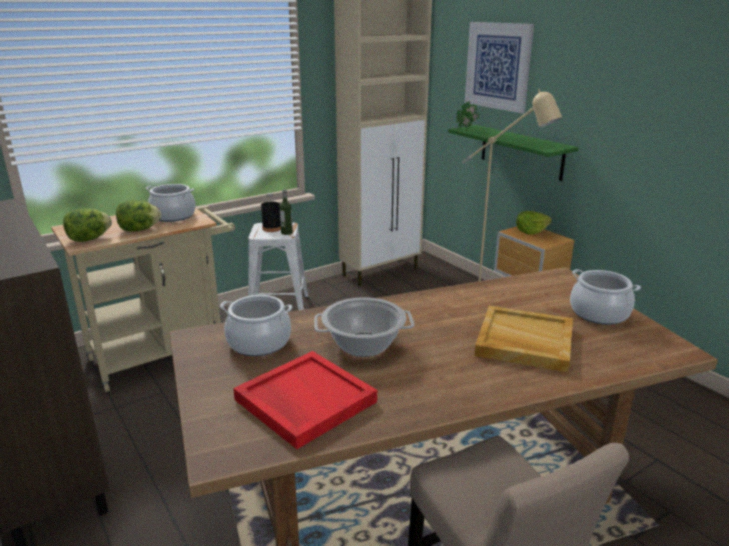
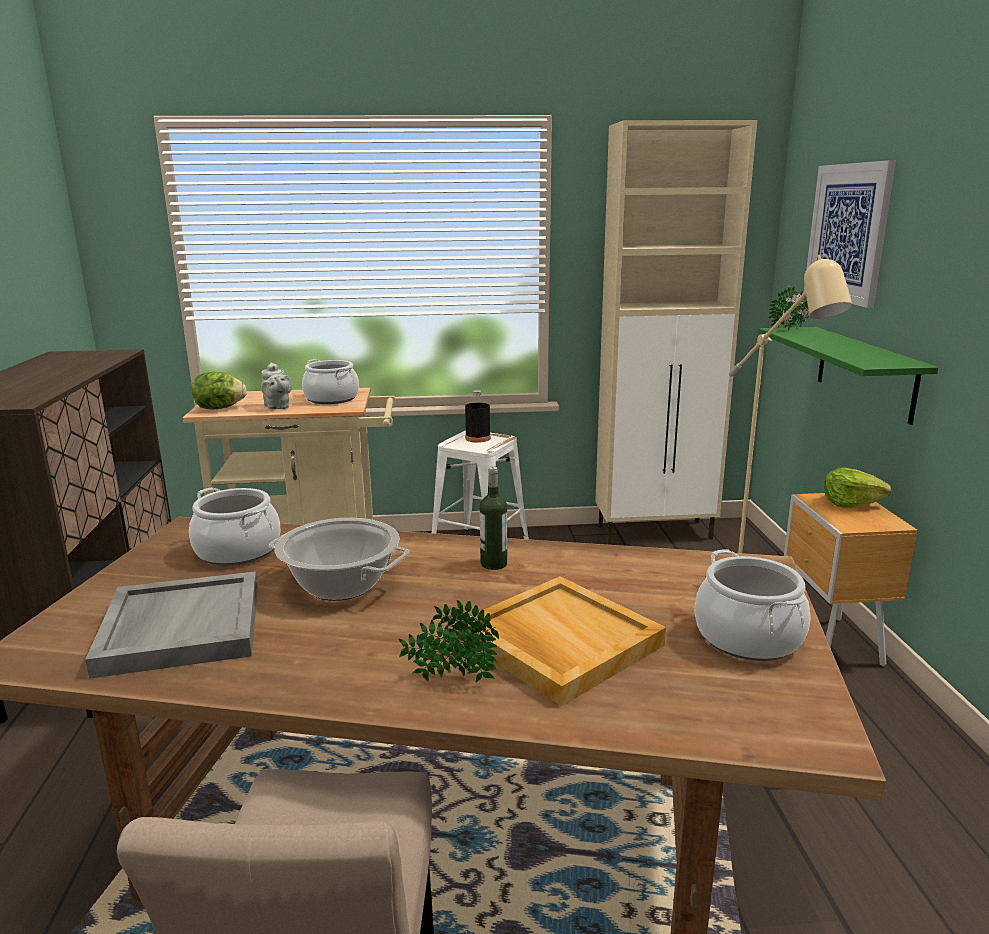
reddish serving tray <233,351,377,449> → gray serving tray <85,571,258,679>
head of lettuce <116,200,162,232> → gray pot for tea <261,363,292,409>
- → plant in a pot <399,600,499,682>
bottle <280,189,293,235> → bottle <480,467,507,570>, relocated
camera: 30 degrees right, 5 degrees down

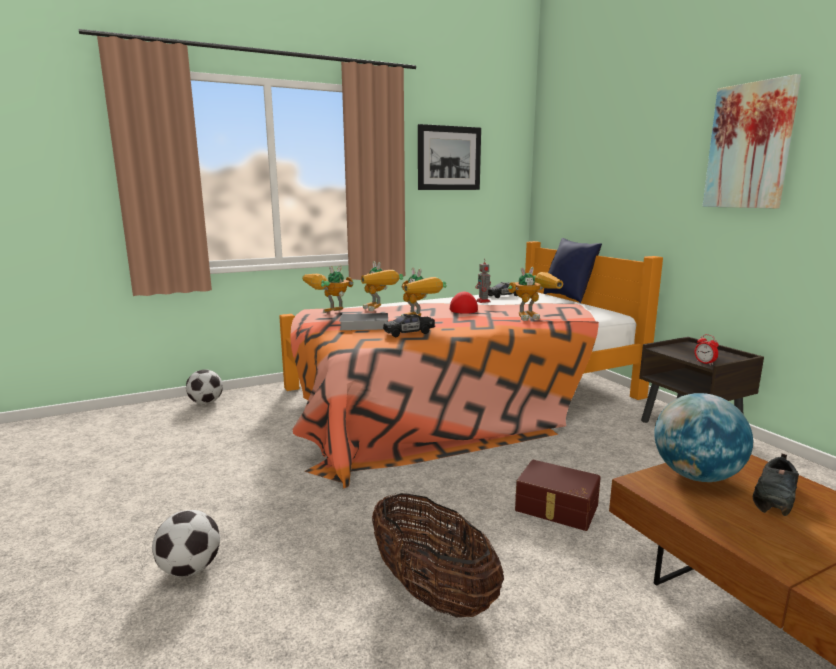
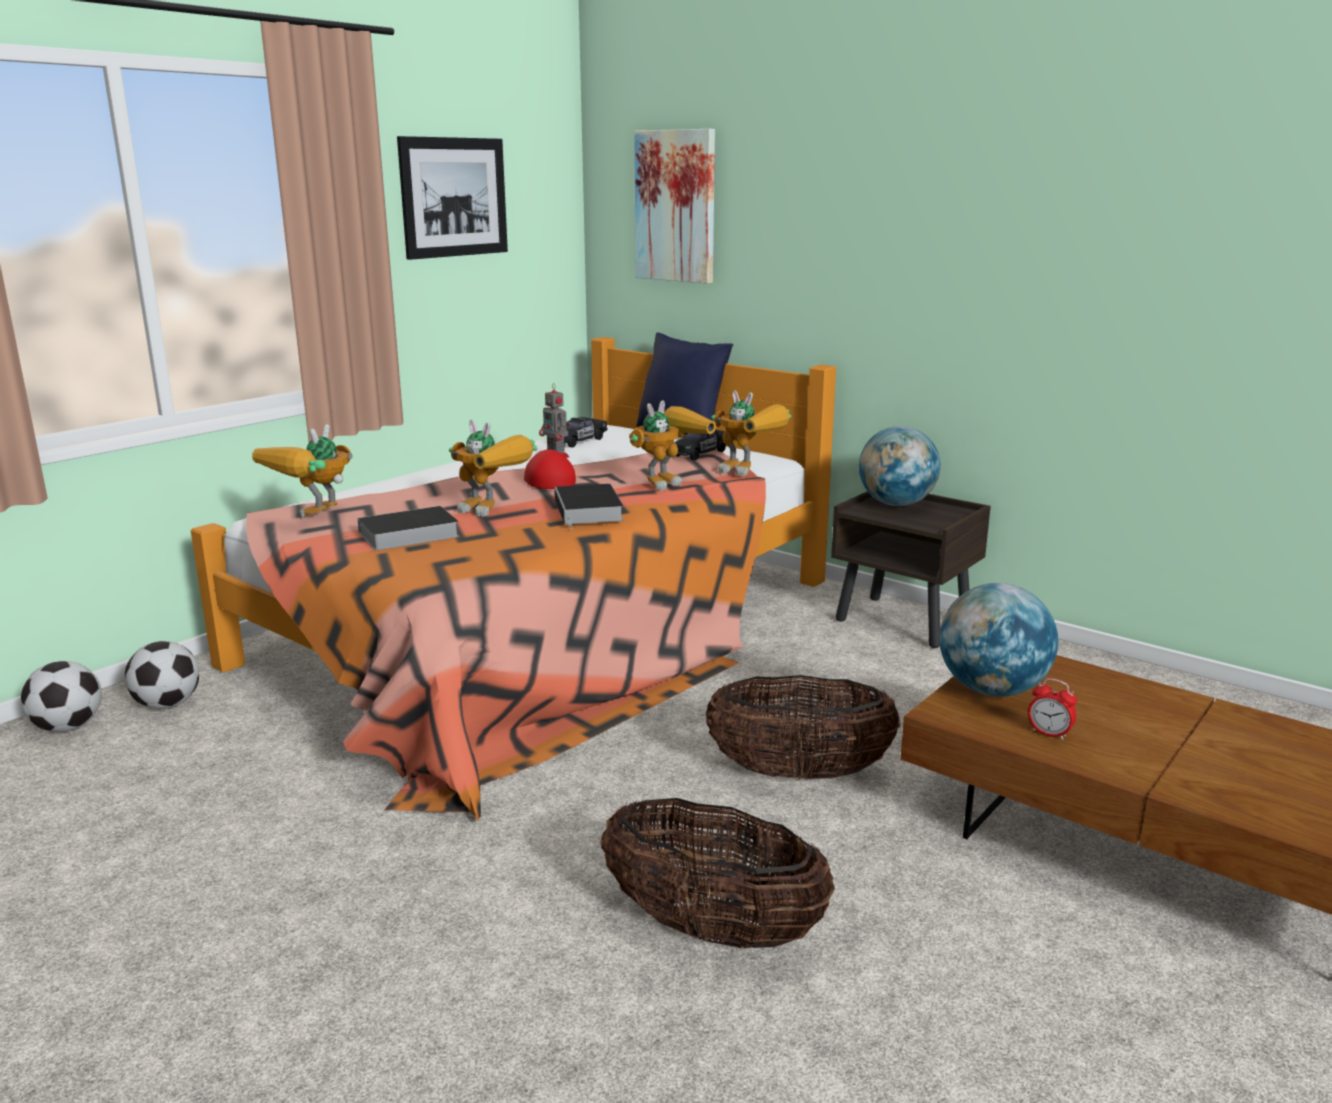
ball for football <152,510,220,577> → ball for football <125,641,199,709>, relocated
- → bound book <555,484,623,529>
picture <703,74,801,209> → picture <634,129,715,284>, relocated
blackish miniature car <383,314,435,337> → blackish miniature car <675,430,726,460>, relocated
brown storage bin <515,460,601,531> → basket <706,675,900,779>
robot figure <361,261,403,311> → robot figure <711,391,791,476>, relocated
- → globe <859,426,941,506>
alarm clock <695,334,719,365> → alarm clock <1028,678,1077,740>, relocated
blackish shoe <753,454,799,516> → -
camera: 25 degrees left, 5 degrees up

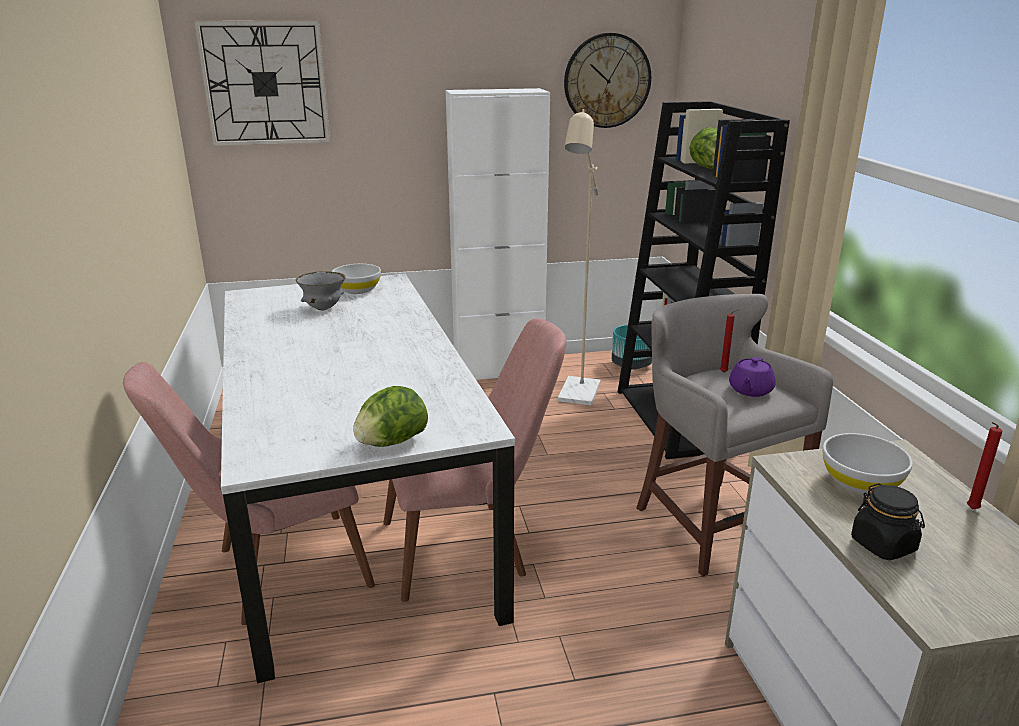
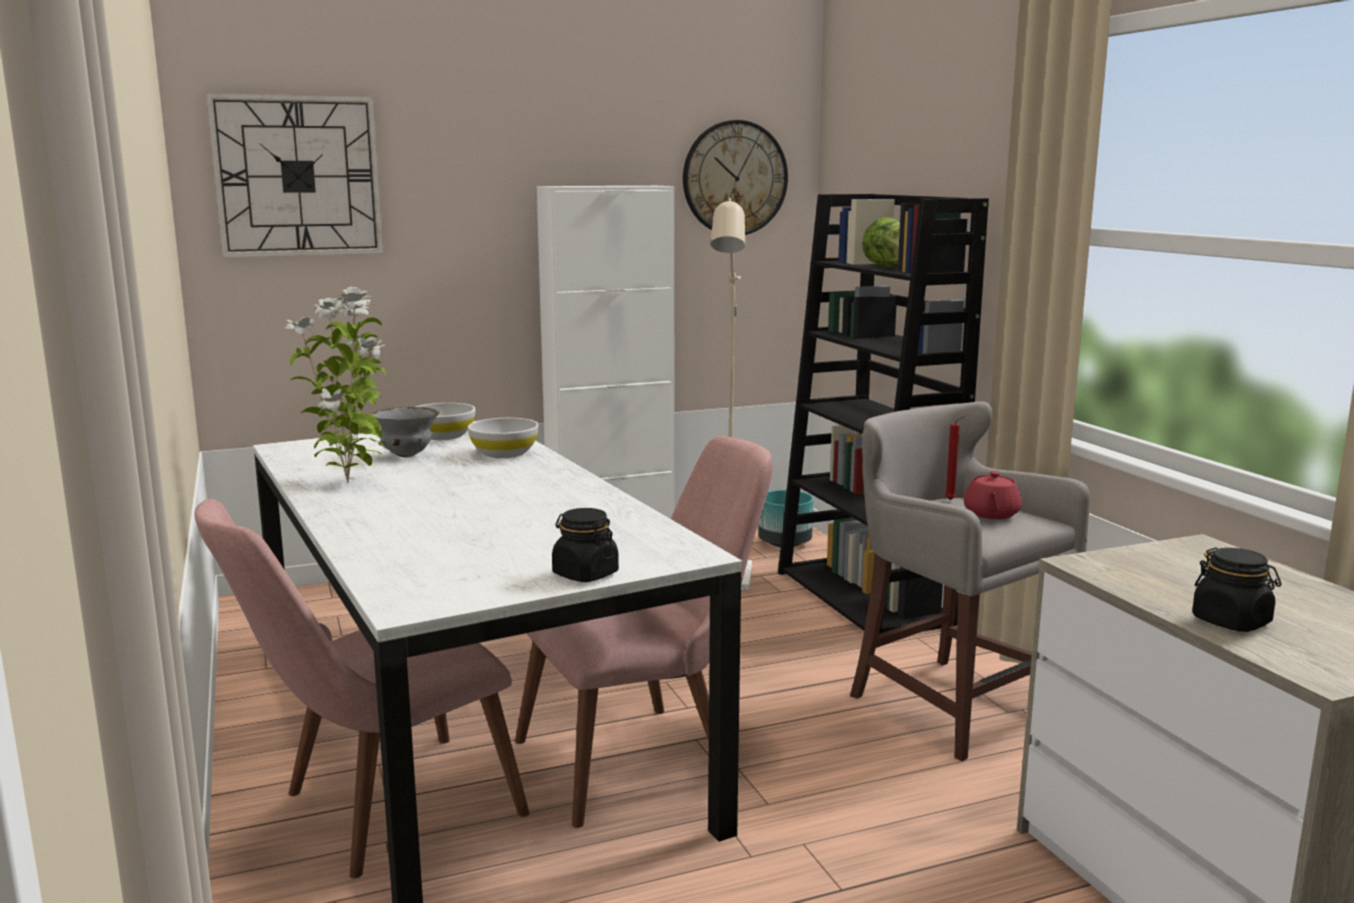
- → plant in a pot <284,287,386,483>
whitish deep dish <823,433,913,495> → whitish deep dish <468,418,539,458>, relocated
head of lettuce <353,386,428,447> → blackish preserve jar <552,508,619,582>
purple pot for tea <729,357,776,397> → reddish pot for tea <964,471,1022,519>
reddish candle <967,422,1002,509> → -
camera: 10 degrees left, 10 degrees down

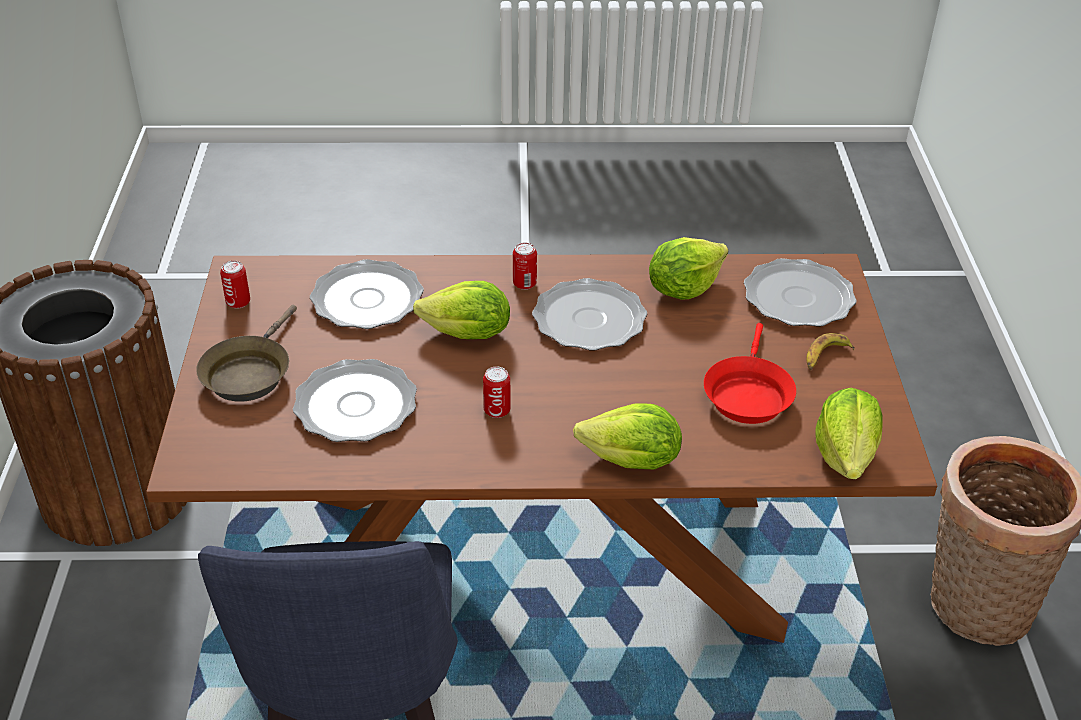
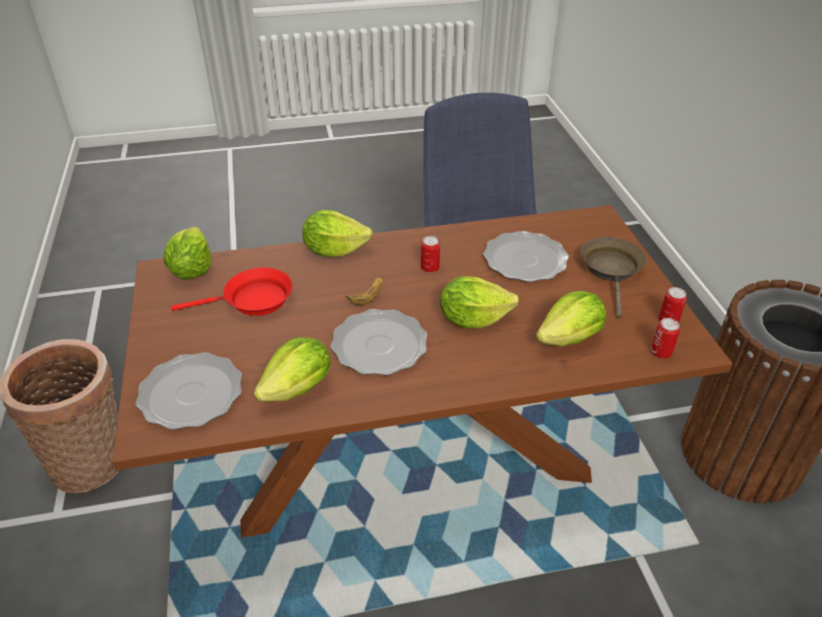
reddish skillet <704,323,796,424> → reddish skillet <171,268,292,316>, 75 degrees clockwise
banana <806,333,855,370> → banana <346,277,383,305>, relocated
flat dish <310,259,424,329> → head of lettuce <536,291,606,346>
sealed can <513,242,537,290> → sealed can <651,318,680,359>, relocated
camera: 170 degrees right, 0 degrees up

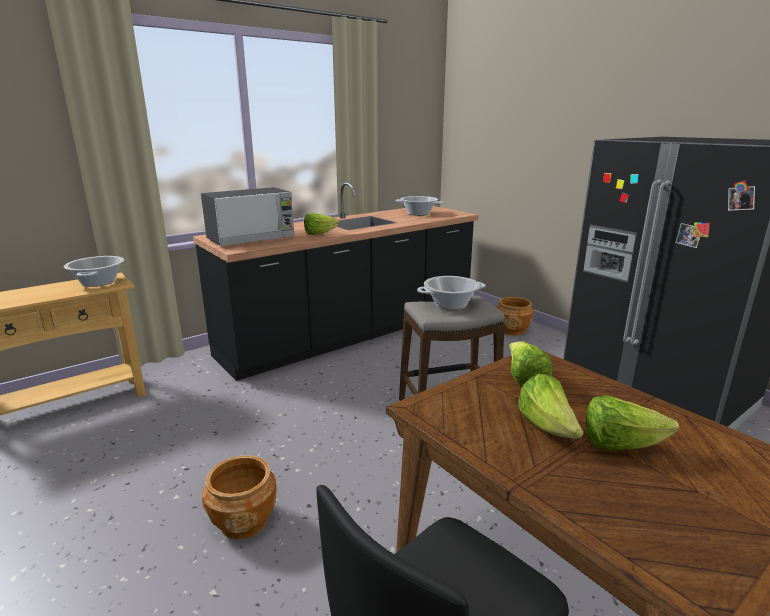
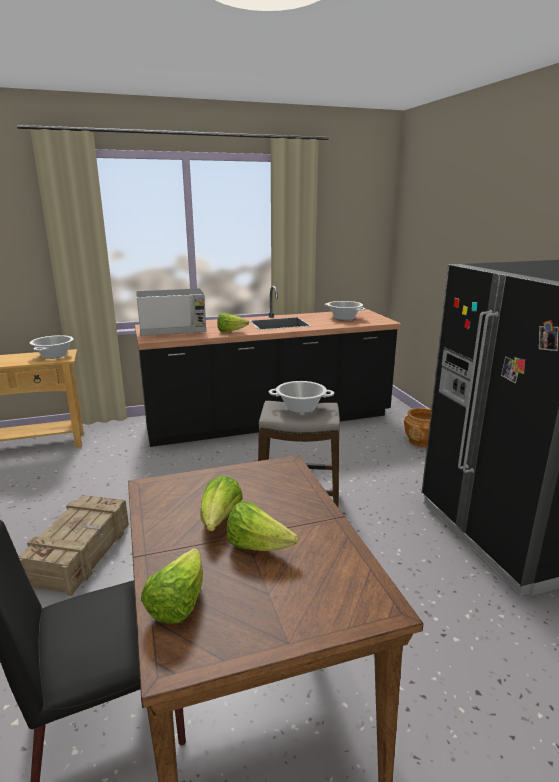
brown flower pot <202,455,277,540> → crate <19,495,129,596>
head of lettuce <509,342,553,388> → head of lettuce <141,548,203,624>, relocated
camera: 20 degrees right, 0 degrees up

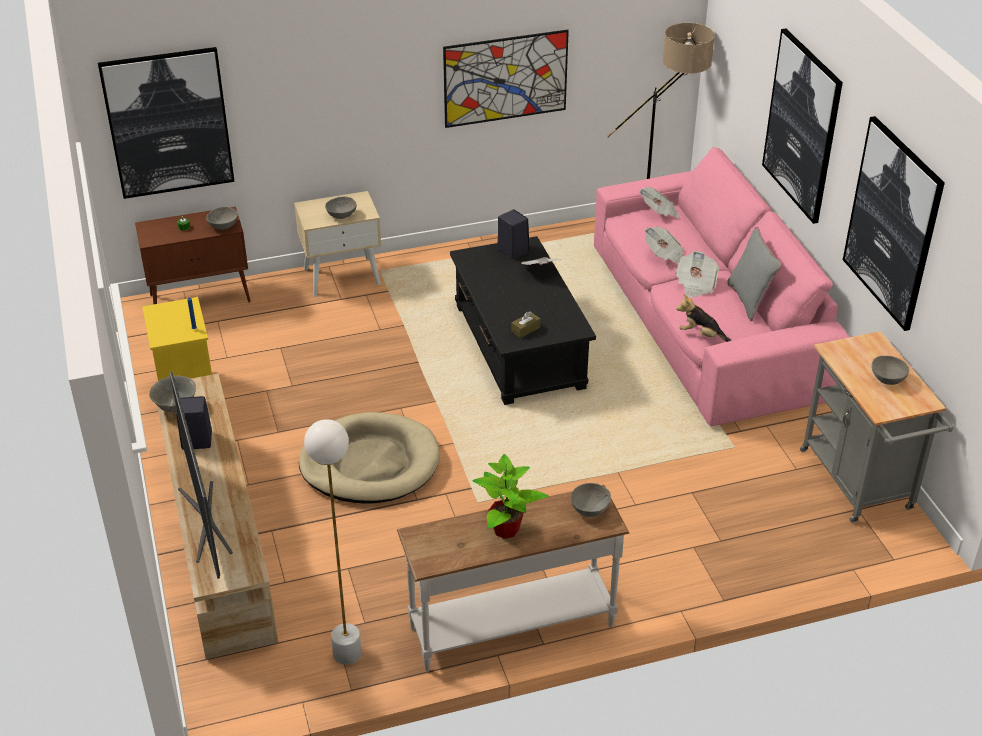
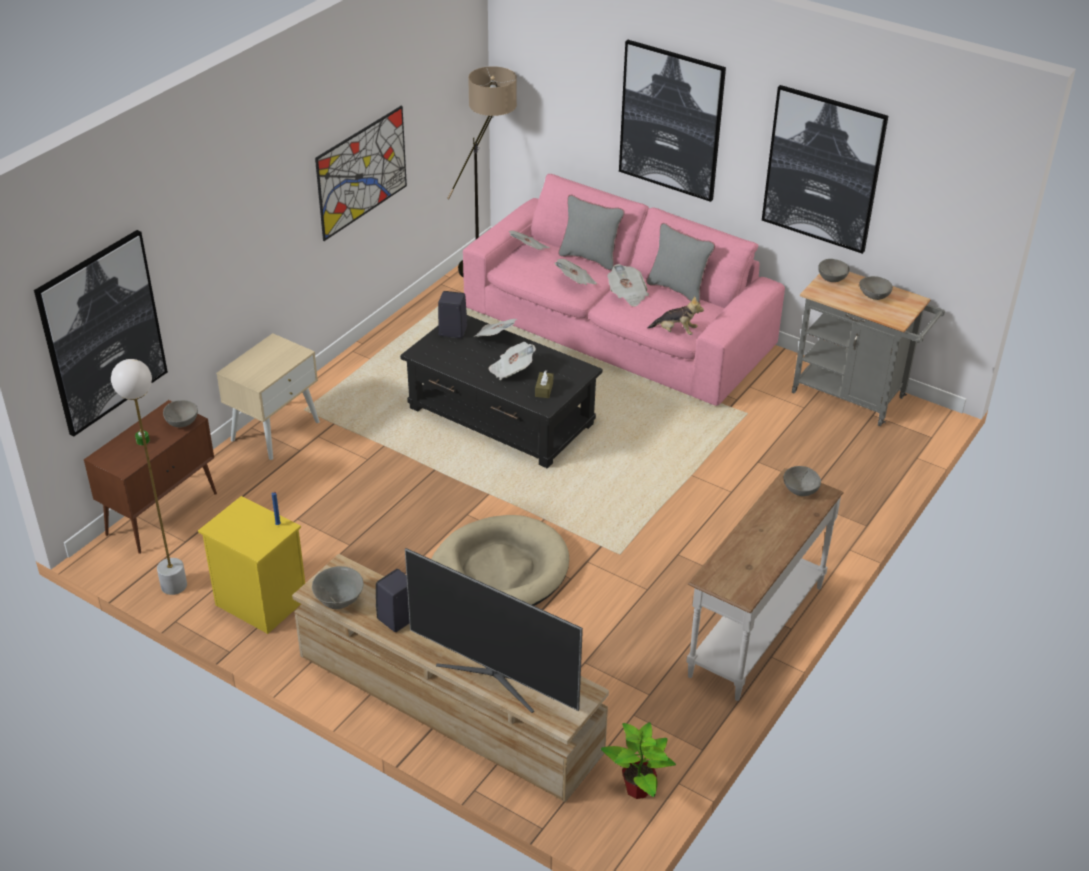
whitish floor lamp <304,419,362,665> → whitish floor lamp <111,359,187,595>, relocated
- → printed paper <489,342,536,380>
- → gray cushion <558,195,625,271>
plant in a pot <473,454,549,539> → plant in a pot <601,722,676,799>, relocated
plush toy <676,294,731,342> → plush toy <648,296,704,335>, 150 degrees counterclockwise
gray deep dish <325,197,356,219> → gray deep dish <818,259,850,282>, relocated
camera: 40 degrees left, 0 degrees up

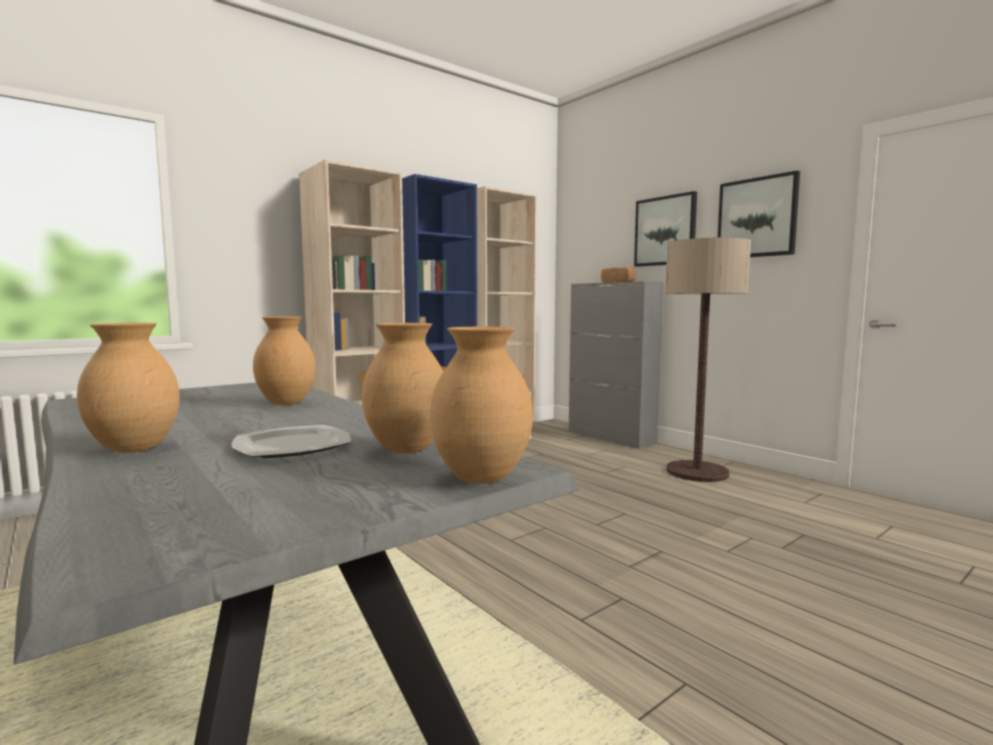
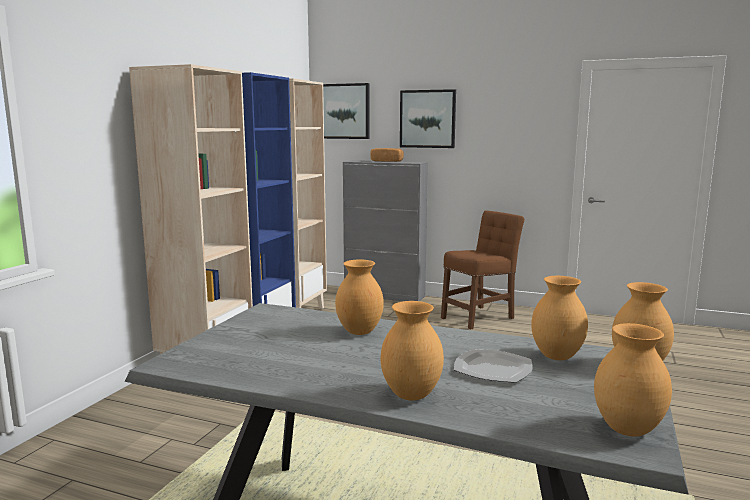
picture <718,170,800,257> → picture <323,83,369,139>, relocated
floor lamp <666,237,751,482> → brown upright chair <441,210,524,329>
- → brown vase <594,323,672,437>
camera: 30 degrees left, 5 degrees up

